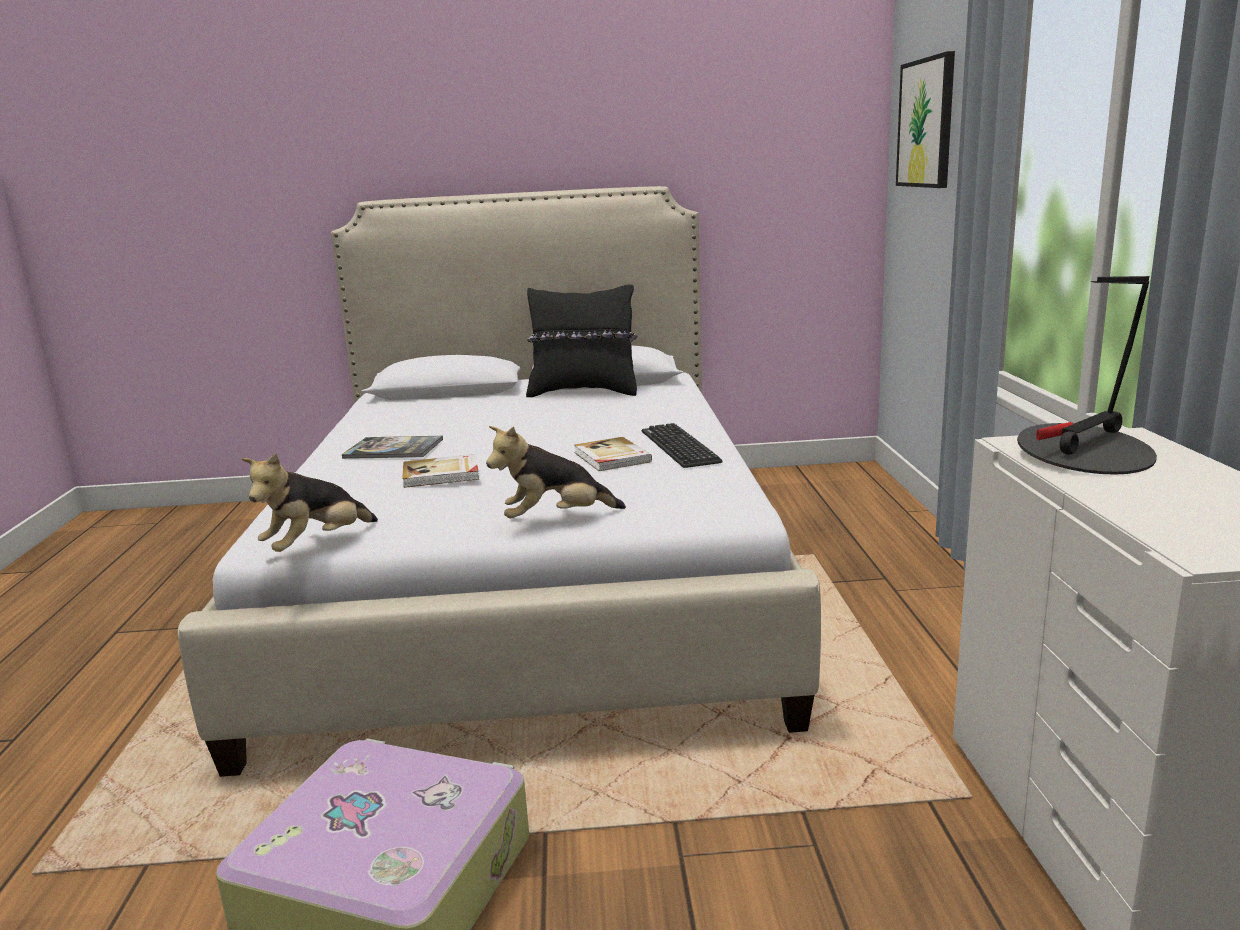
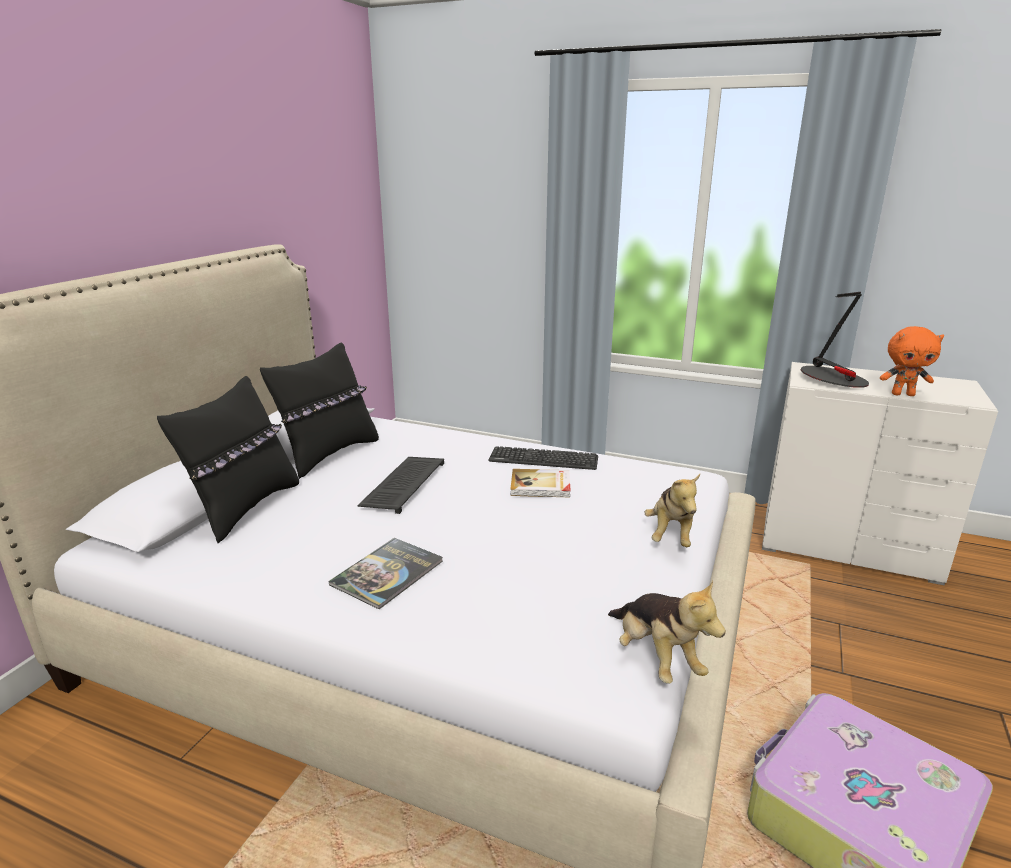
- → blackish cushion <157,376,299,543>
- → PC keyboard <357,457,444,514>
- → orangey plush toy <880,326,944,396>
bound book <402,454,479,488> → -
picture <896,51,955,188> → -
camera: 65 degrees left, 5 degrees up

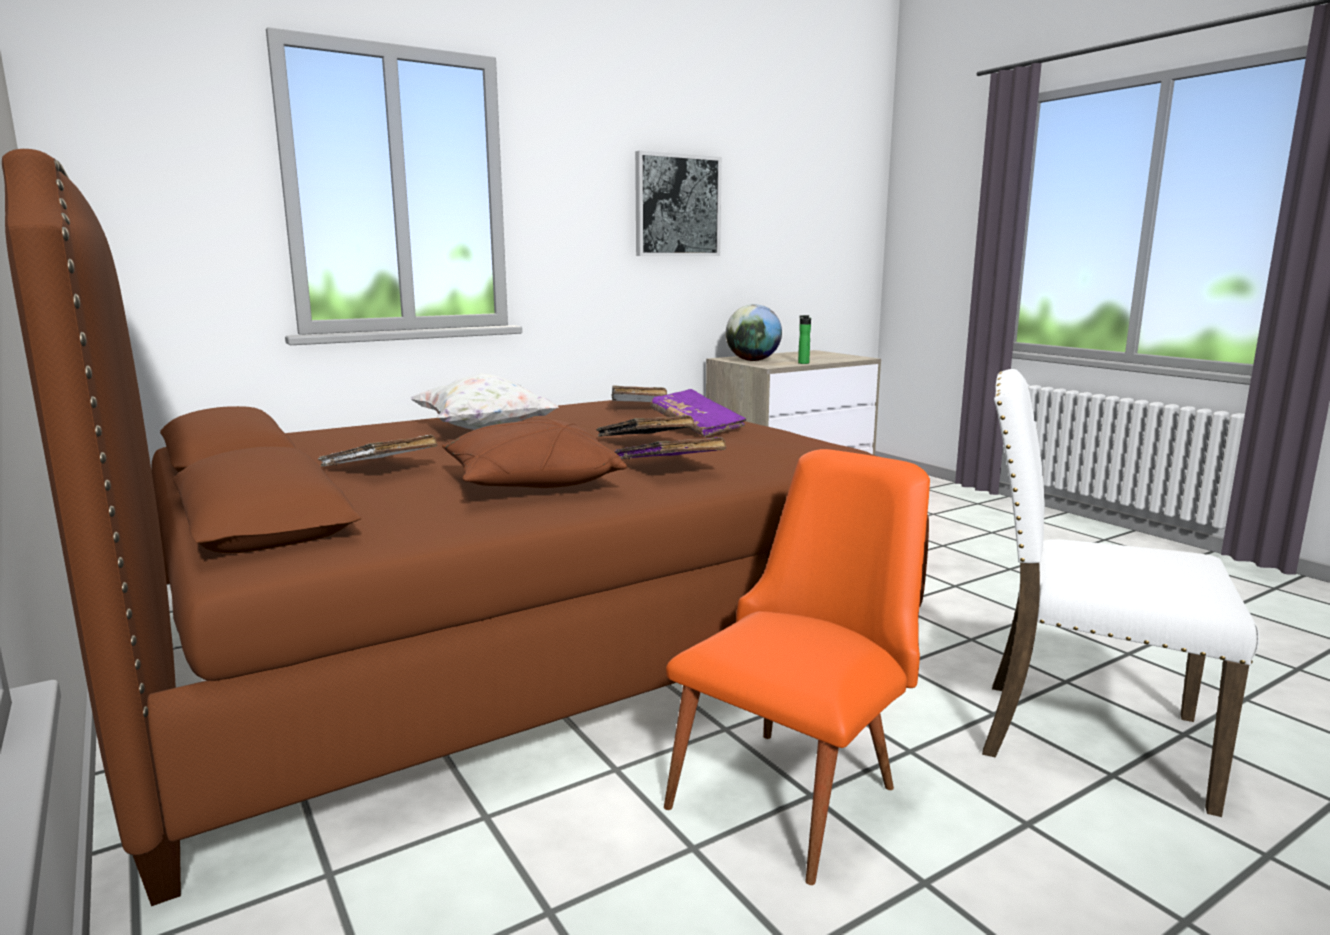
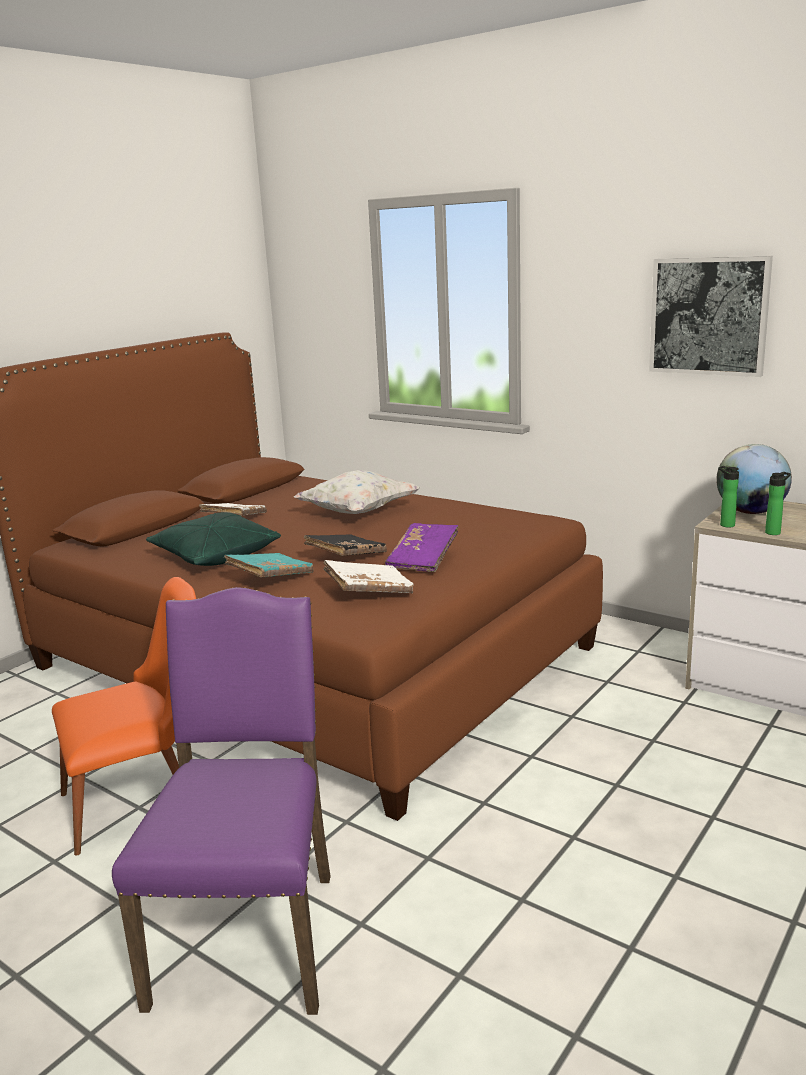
orangey upright chair <664,449,930,885> → orangey upright chair <52,577,196,856>, 45 degrees counterclockwise
whitish upright chair <982,369,1259,817> → purple upright chair <112,587,330,1015>
brown cushion <442,419,627,488> → green cushion <146,512,281,566>
purple bound book <615,437,726,459> → turquoise-coloured bound book <224,553,314,577>
whitish bound book <612,385,667,402> → whitish bound book <323,560,414,594>, relocated
- → bottle <718,466,739,528>
camera: 70 degrees right, 5 degrees up

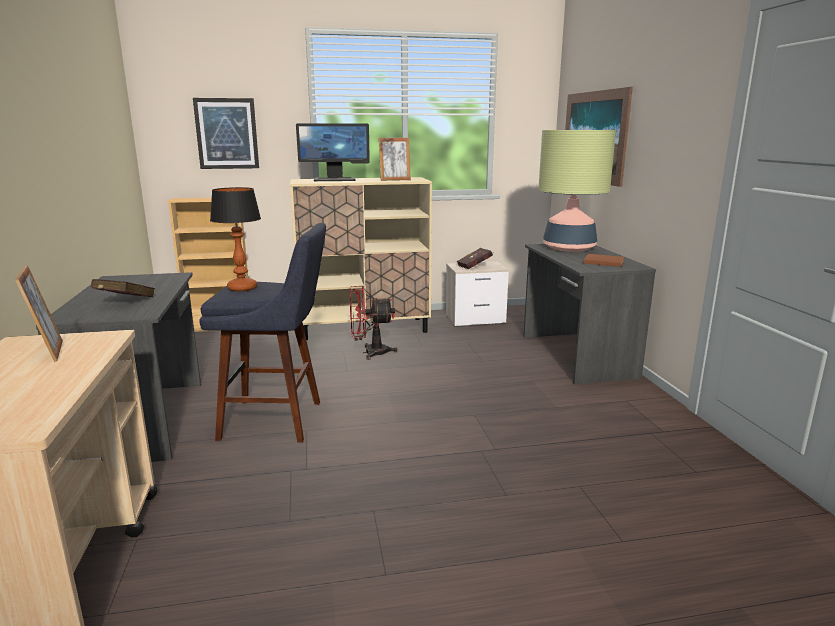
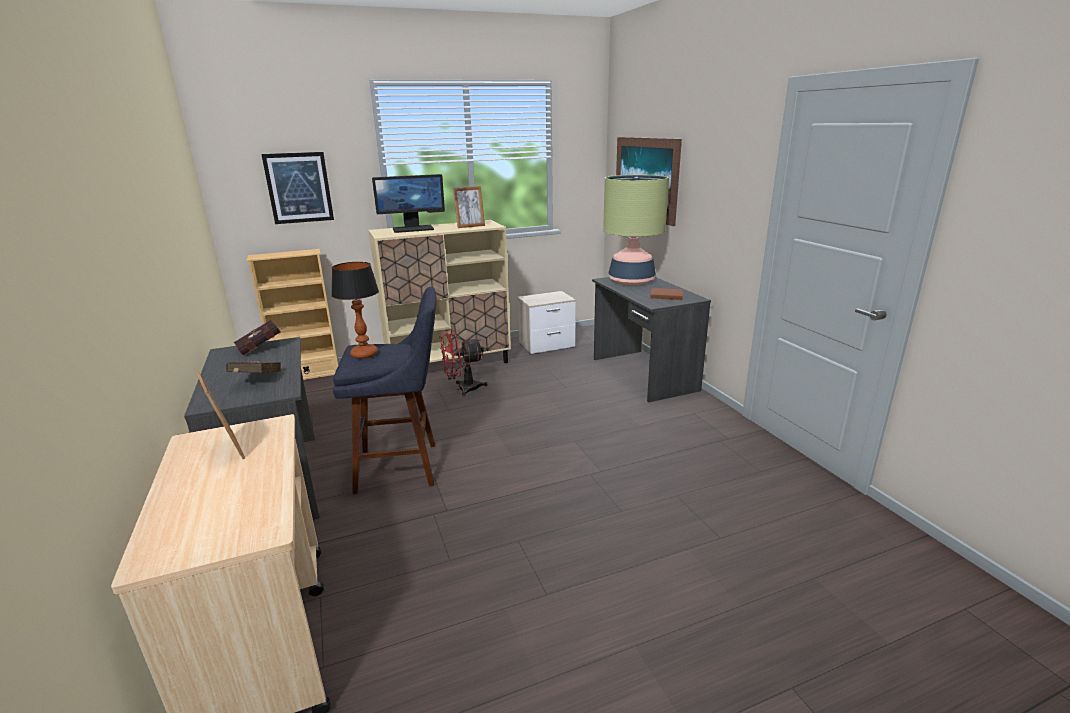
reddish bound book <457,248,493,269> → reddish bound book <234,320,285,355>, relocated
camera: 10 degrees left, 5 degrees up

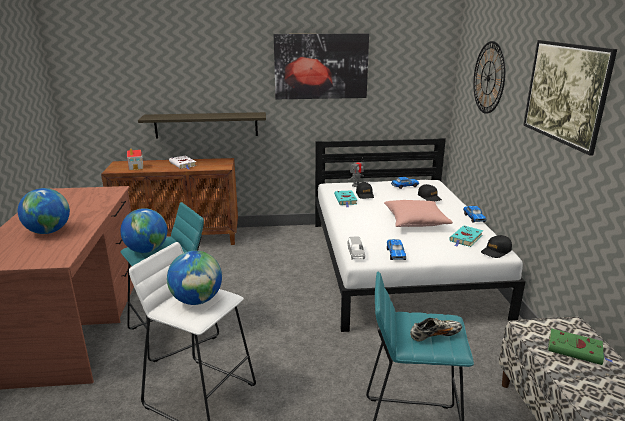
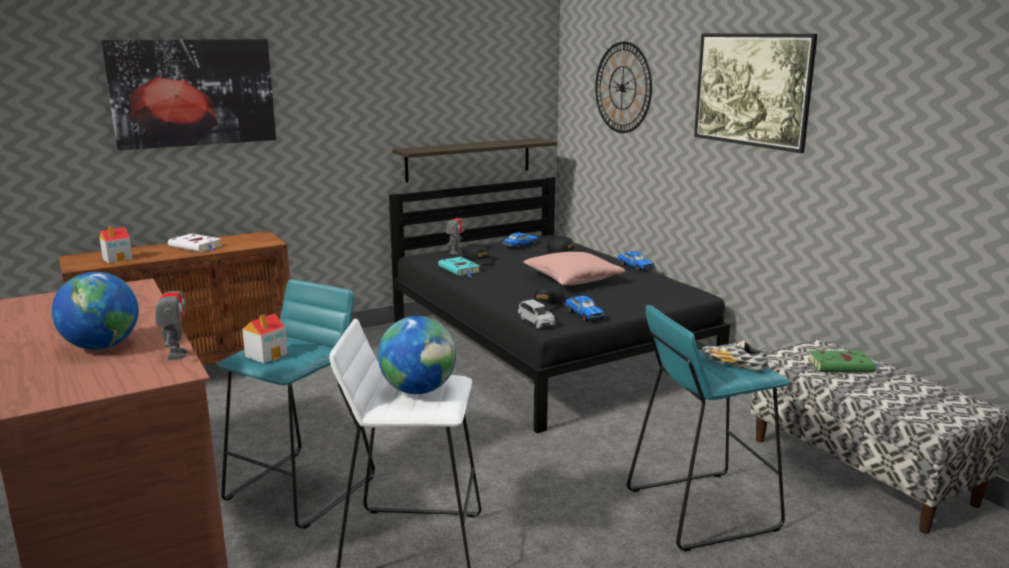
picture <274,33,369,99> → picture <101,39,276,150>, relocated
- → robot figure <155,276,189,360>
globe <120,208,167,253> → toy house <242,313,288,363>
whitish bed <315,138,526,332> → blackish bed <389,177,730,433>
wall shelf <138,112,266,138> → wall shelf <392,138,557,183>, relocated
blackish cap <481,235,512,258> → blackish cap <529,283,564,311>, relocated
shoe <410,318,462,341> → shoe <701,340,768,371>, 105 degrees counterclockwise
turquoise-coloured bound book <449,225,483,247> → -
camera: 25 degrees left, 5 degrees down

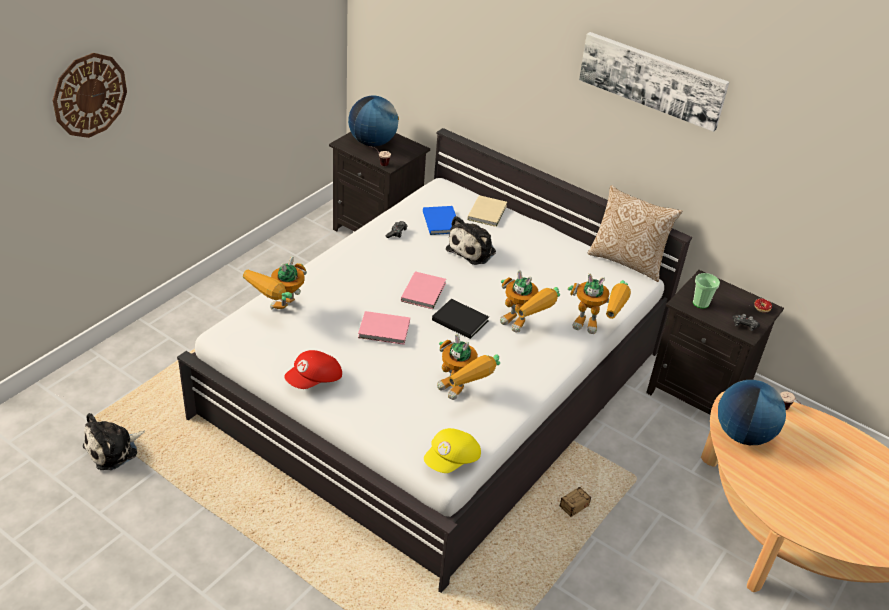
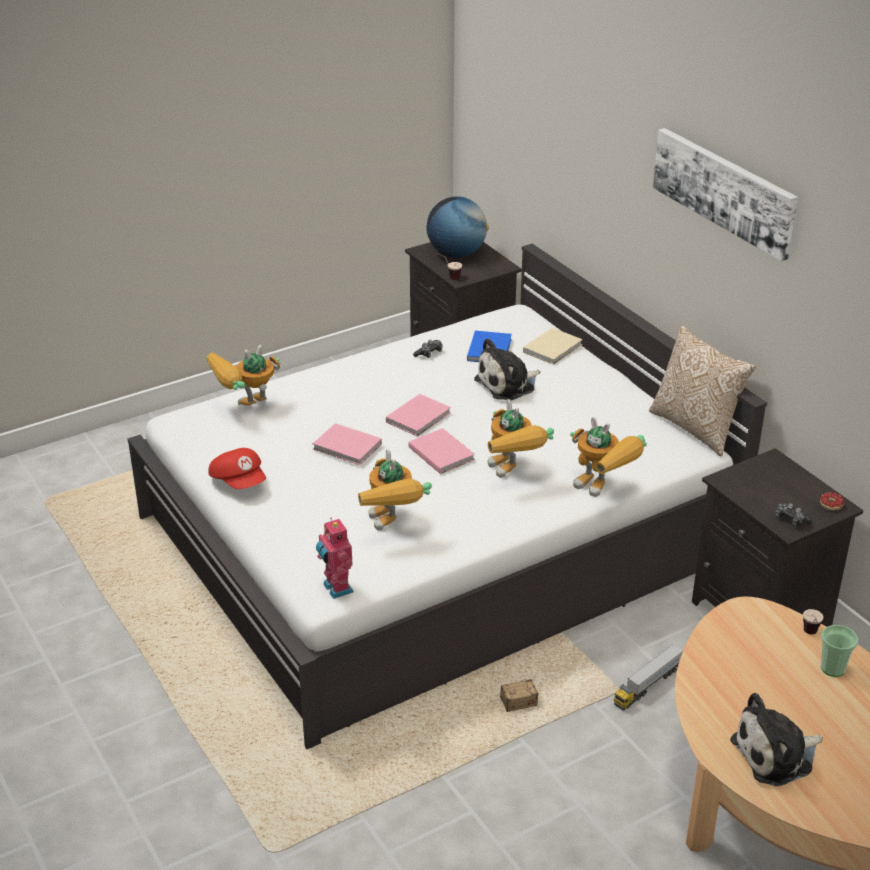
reddish cap <284,350,342,389> → reddish cap <209,448,266,489>, 105 degrees counterclockwise
yellowish cap <424,428,481,473> → robot figure <316,518,354,599>
blackish bound book <432,299,489,339> → pink bound book <409,428,475,474>
- → toy lorry <614,644,683,710>
plush toy <83,413,145,470> → plush toy <730,693,823,786>, relocated
drinking cup <693,273,720,309> → drinking cup <821,625,858,677>, relocated
hanging clock <53,53,127,138> → -
globe <718,380,786,445> → -
camera: 25 degrees right, 5 degrees down

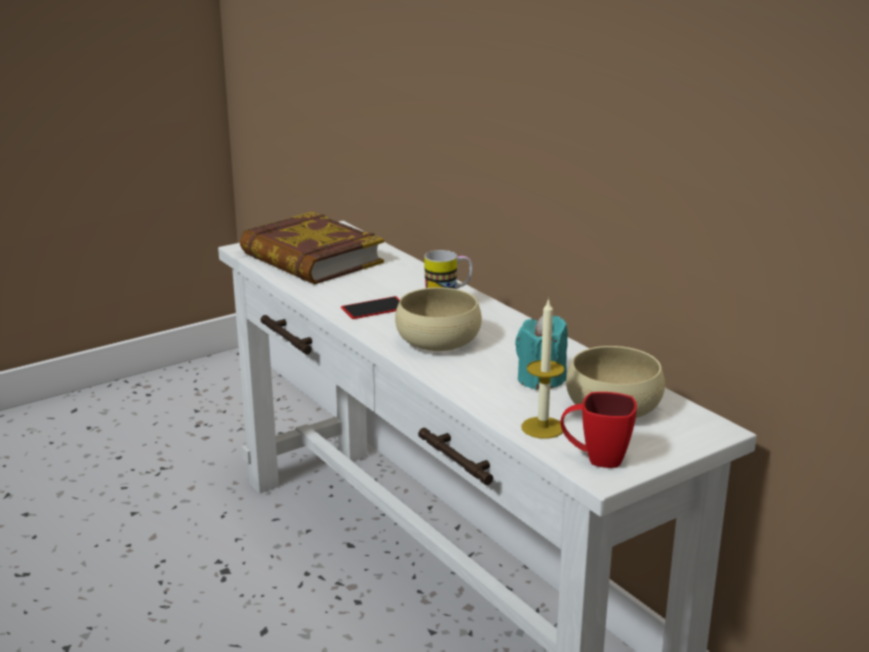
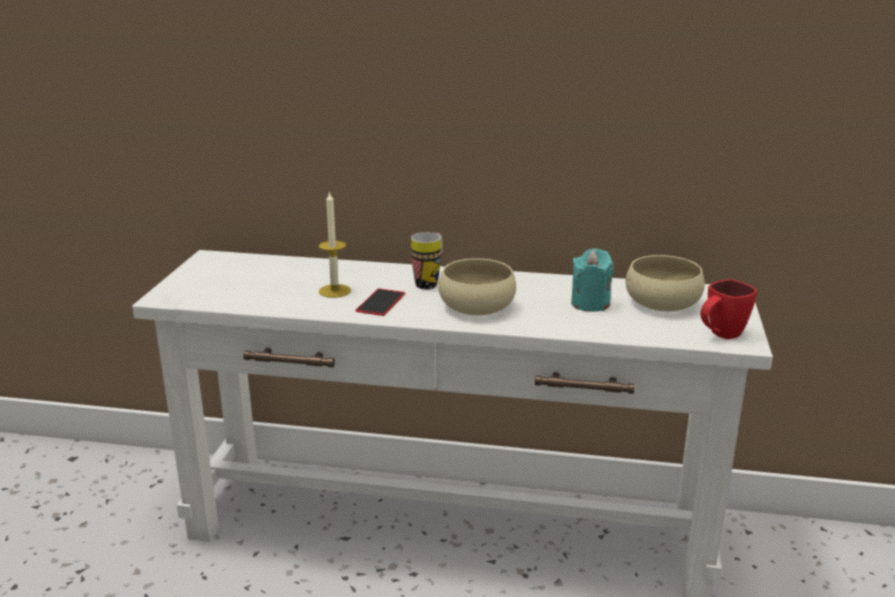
candle <521,298,564,439> → candle <318,191,351,298>, relocated
bound book <240,212,384,285> → -
camera: 45 degrees left, 0 degrees up

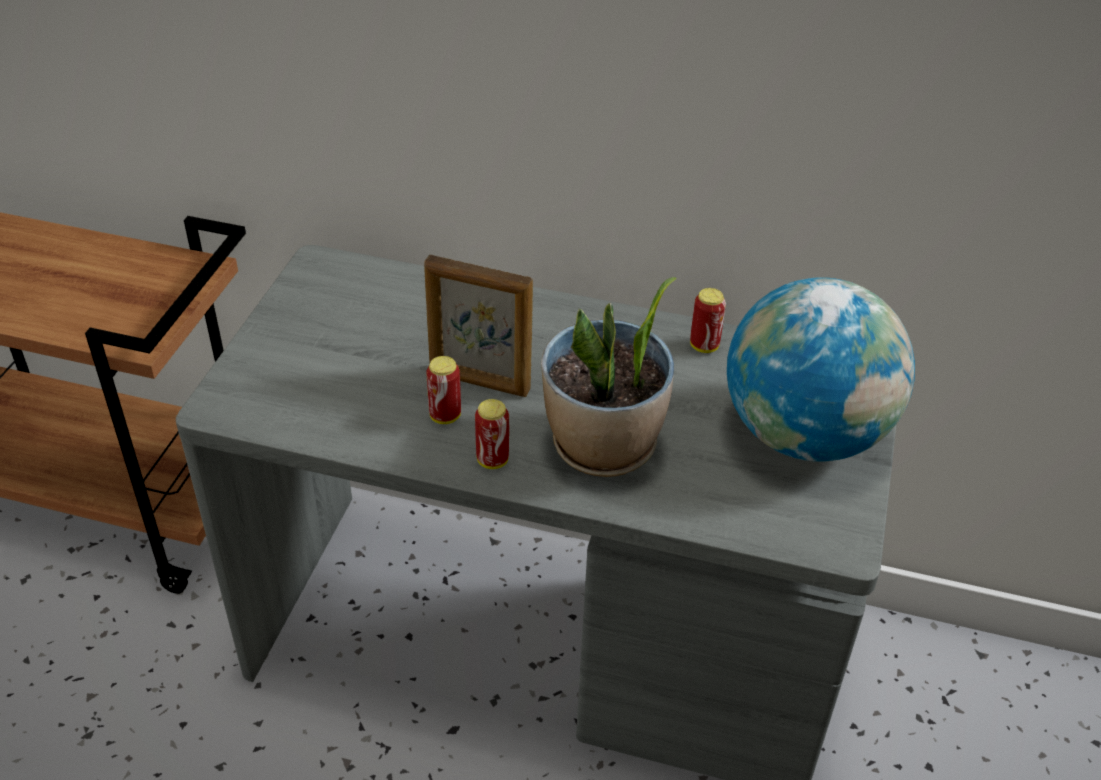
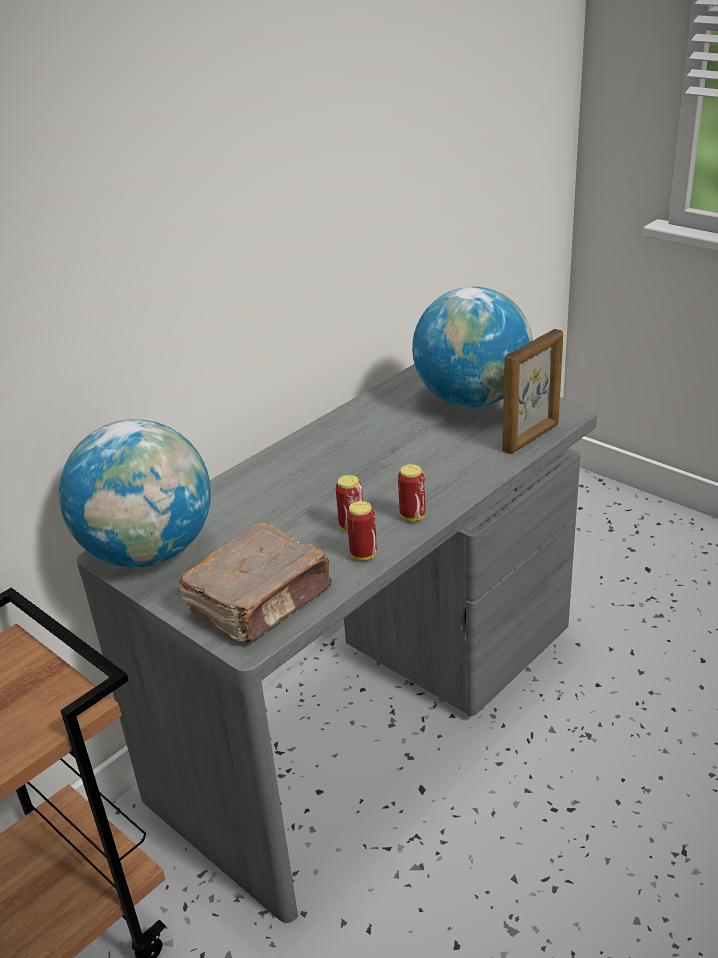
- → globe <59,419,211,568>
- → brown bound book <178,523,332,643>
sealed can <690,288,726,353> → sealed can <347,501,377,561>, relocated
picture frame <424,255,533,397> → picture frame <502,329,563,454>, relocated
plant in a pot <541,277,677,477> → -
camera: 60 degrees left, 10 degrees down

